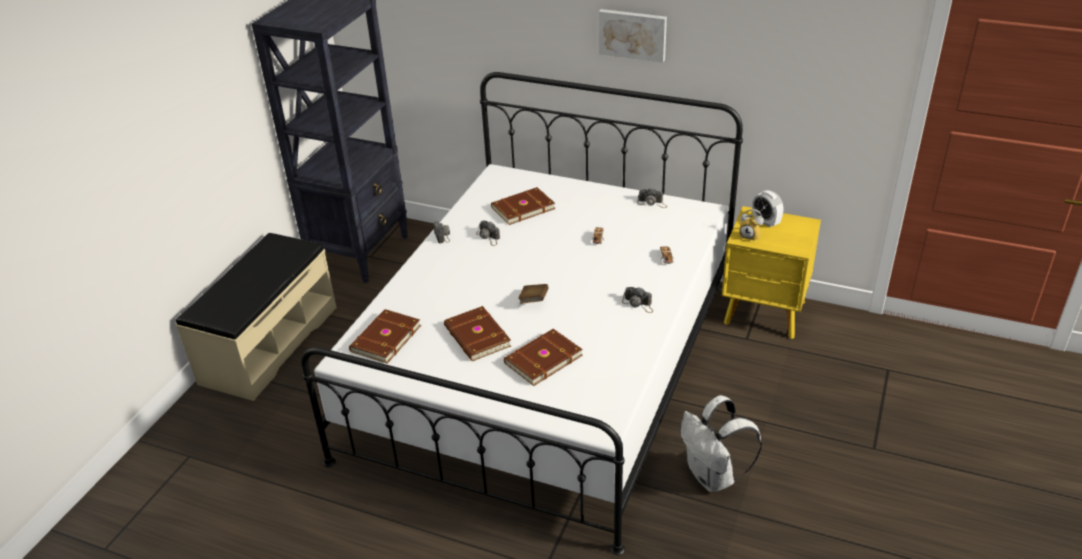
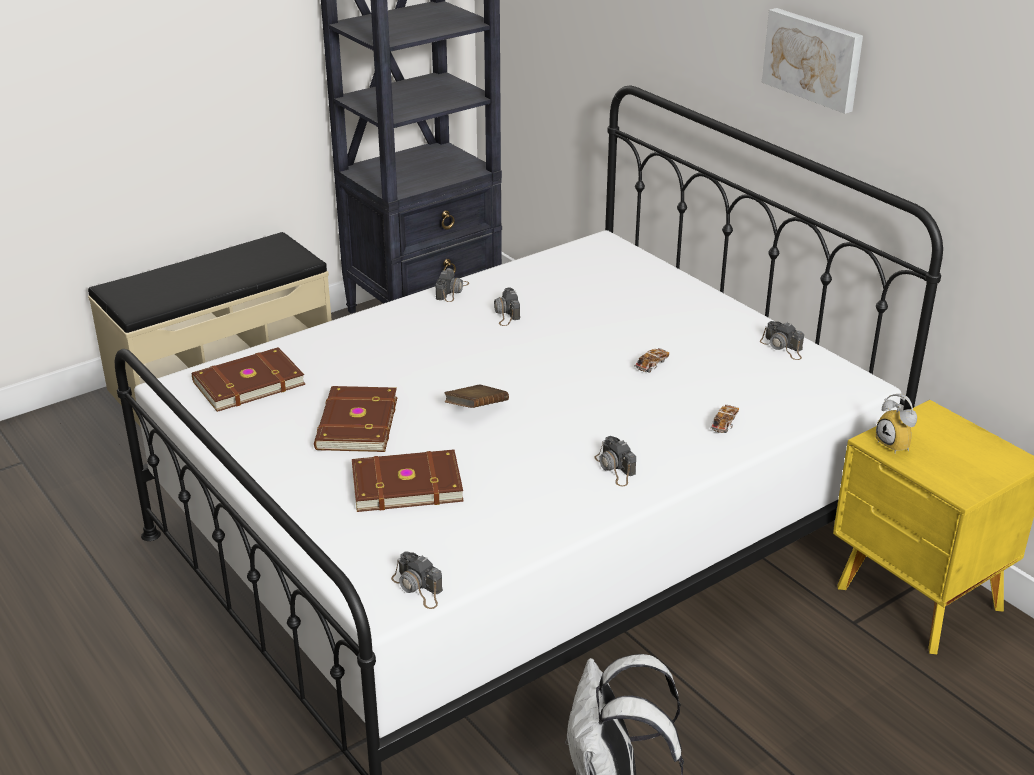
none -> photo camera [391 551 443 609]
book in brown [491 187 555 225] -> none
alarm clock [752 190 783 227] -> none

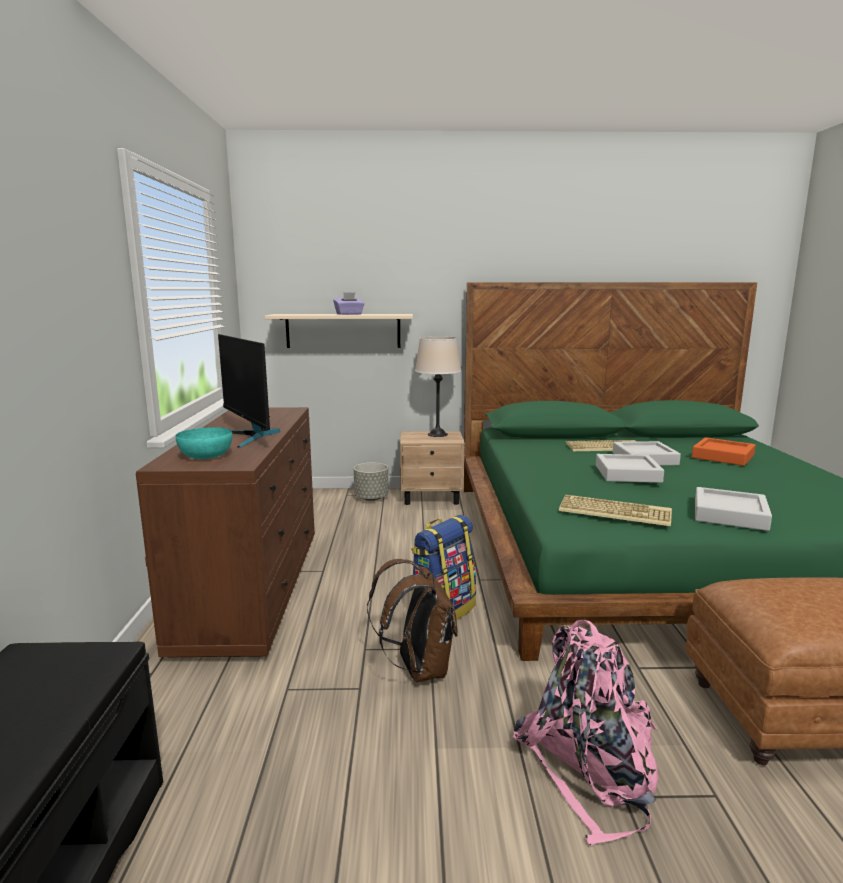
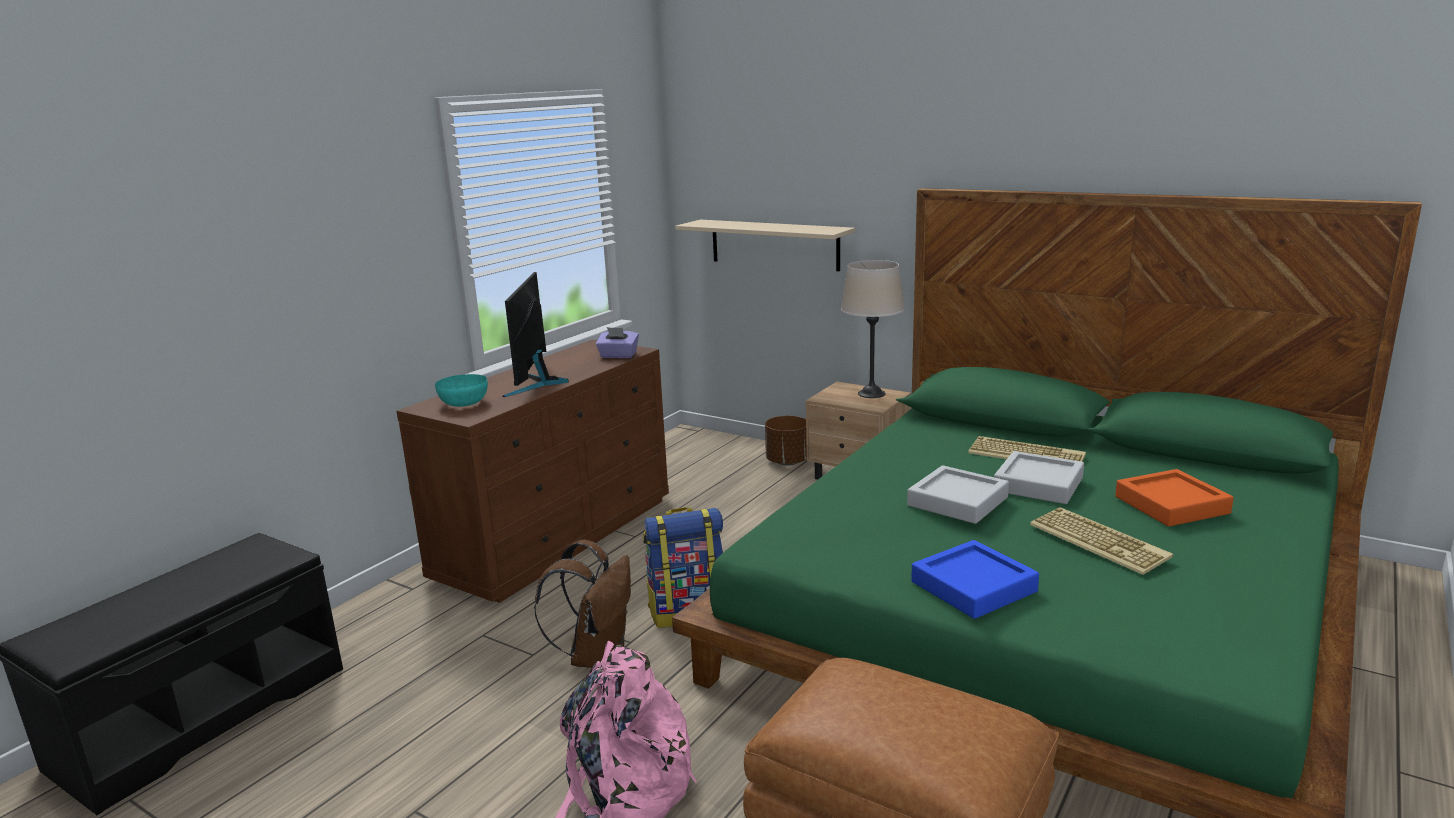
tissue box in purple [333 292 364 315] -> tissue box in purple [596 327 639 358], moved
planter in grey [354 463 389 501] -> planter in brown [765 416 807 465]
tray in grey [695 487 772 531] -> tray in blue [911 540 1039 619]
keyboard [559 495 672 526] -> keyboard [1030 507 1173 575], moved

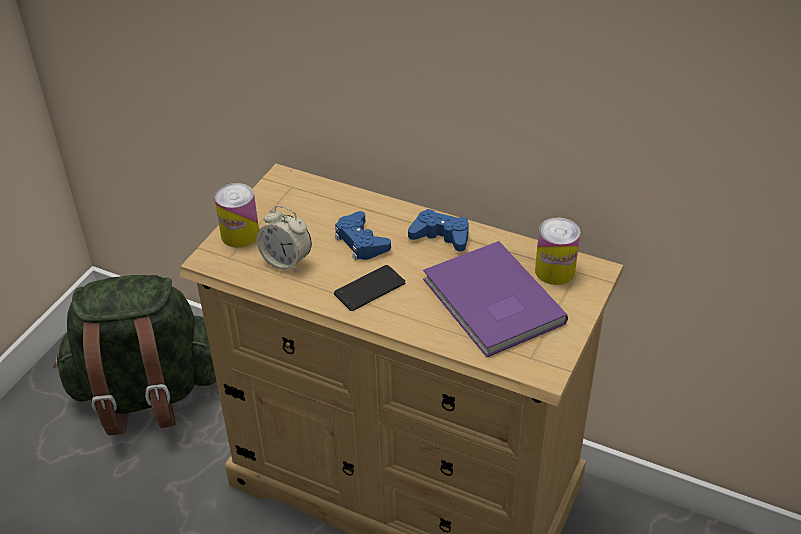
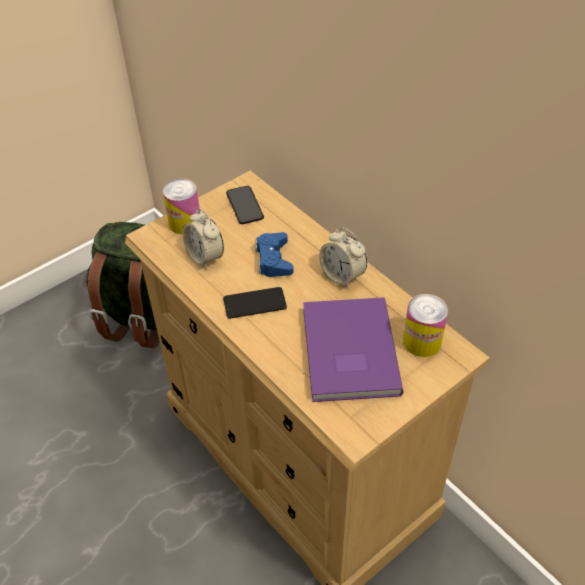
none -> phone [226 186 264 224]
game controller in blue [408 209 469 252] -> alarm clock [319 227 367 288]

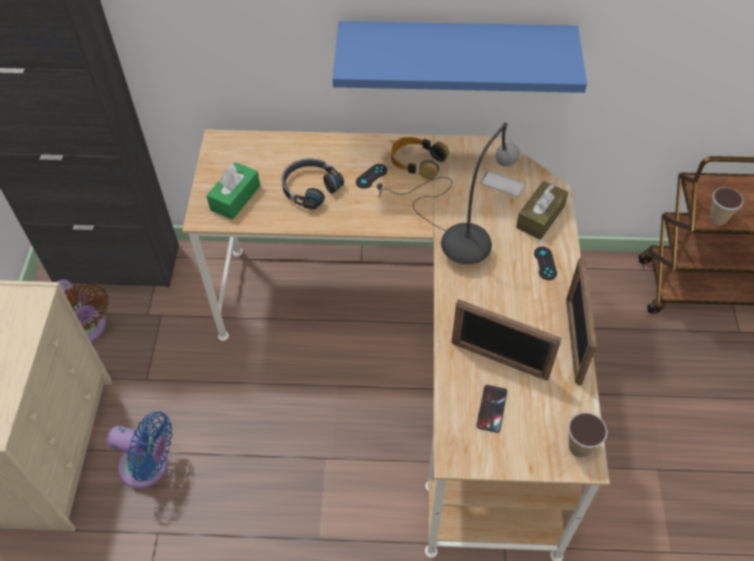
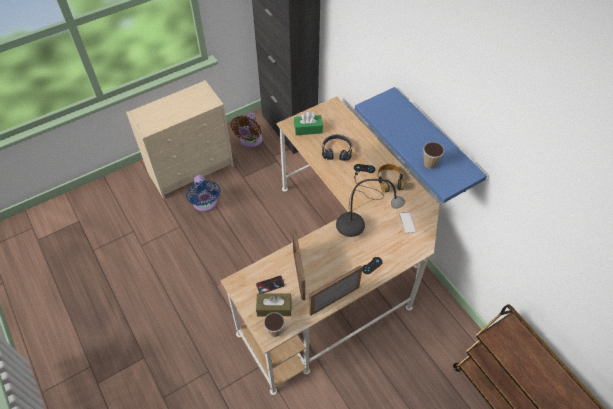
tissue box in brown [516 181 568 240] -> tissue box in brown [256 294 292 316], moved
cup [709 187 743 226] -> cup [423 142 444 169], moved

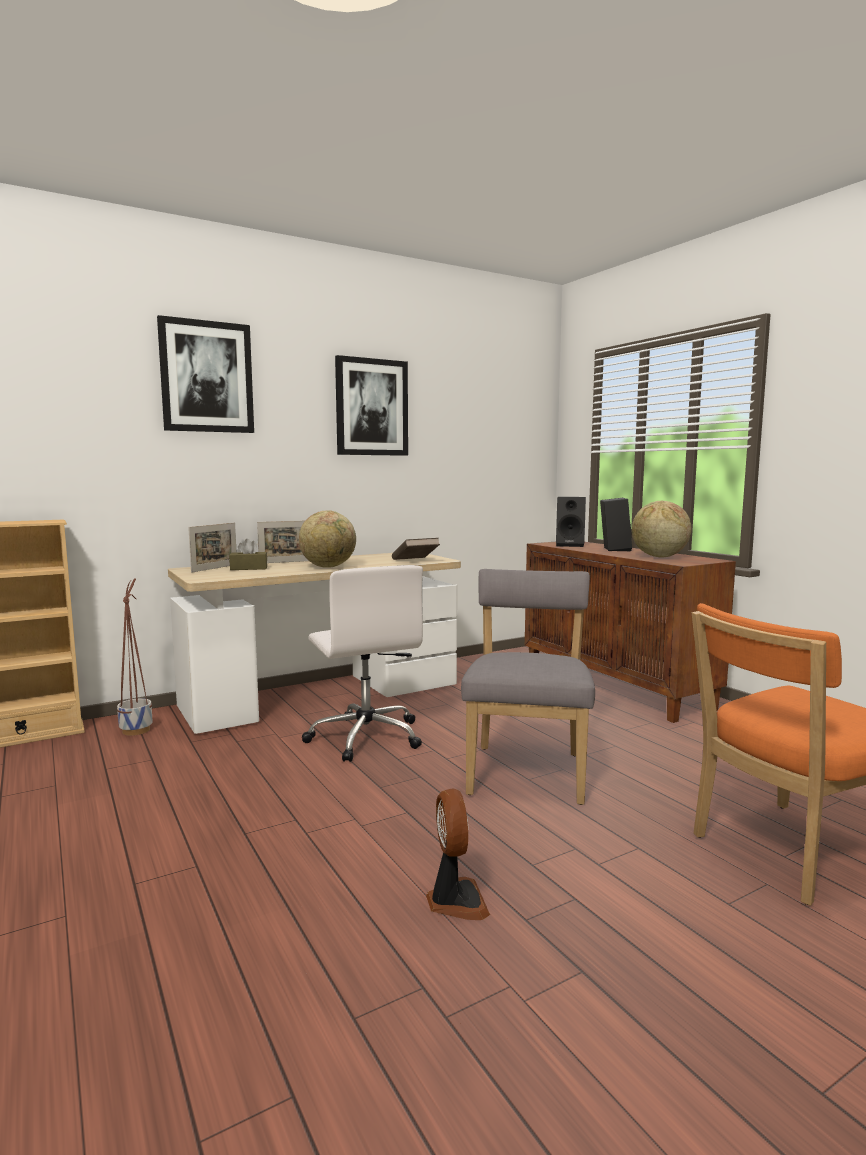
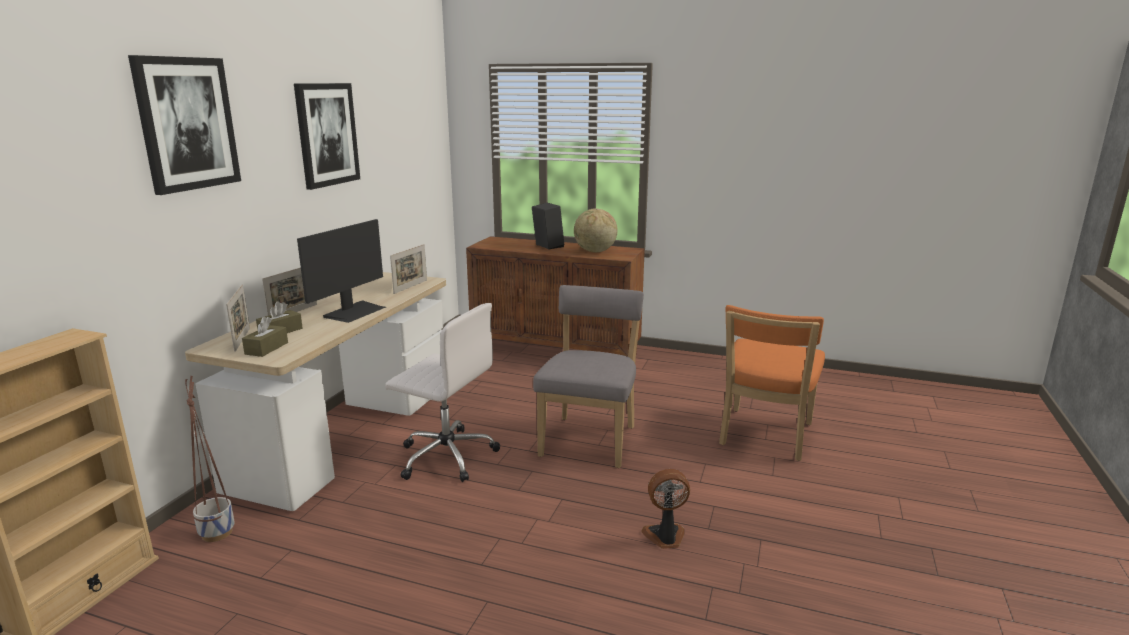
none -> tissue box in brown [242 317 288 357]
globe [299 510 356 568] -> monitor [297 219 386 323]
book in brown [392 538 440 560] -> picture frame [390 244 427 294]
chair in grey [461 569 595 805] -> chair in grey [533 285 644 468], 45 degrees clockwise
fan [426 789 490 920] -> fan [641 469 690 549], 45 degrees counterclockwise
speaker in black [556 497 586 547] -> none

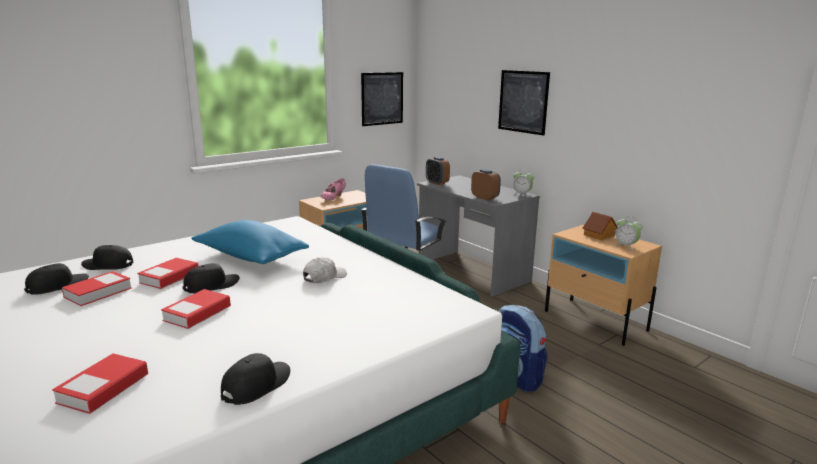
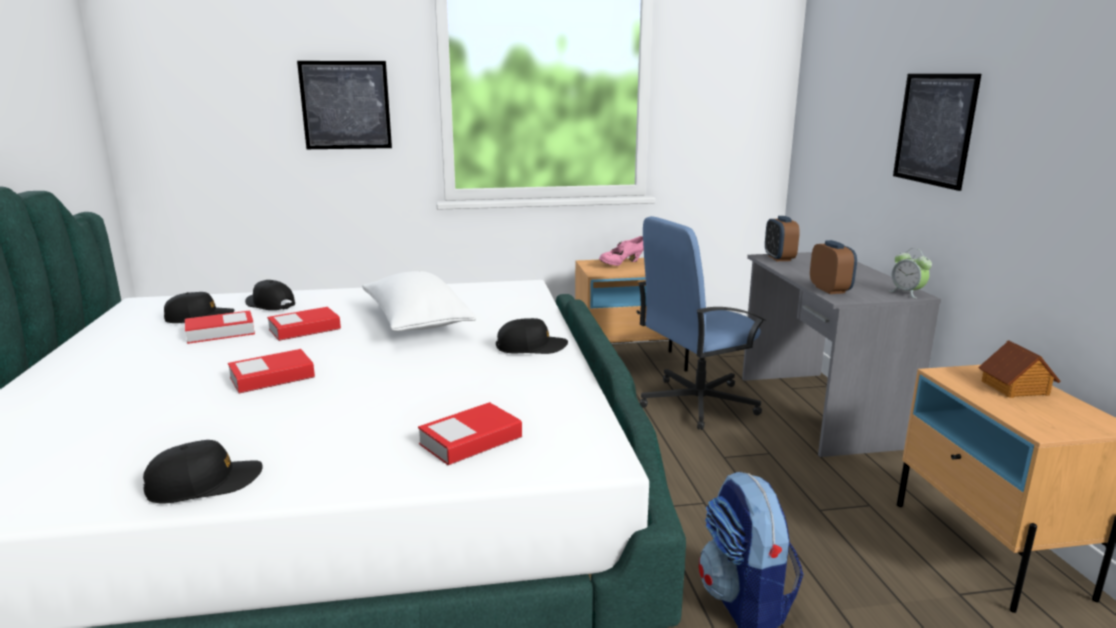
picture [361 72 403 126] -> picture [297 61 392 149], moved
pillow in blue [191 220 309 264] -> pillow in white [362 271 476 331]
book [52 353 148 414] -> book [418 402 522 465], moved
cap in black [182 263 240 293] -> cap in black [496 318 568 354], moved
cap in white [303 257 347 283] -> none
alarm clock [614 216 643 250] -> none

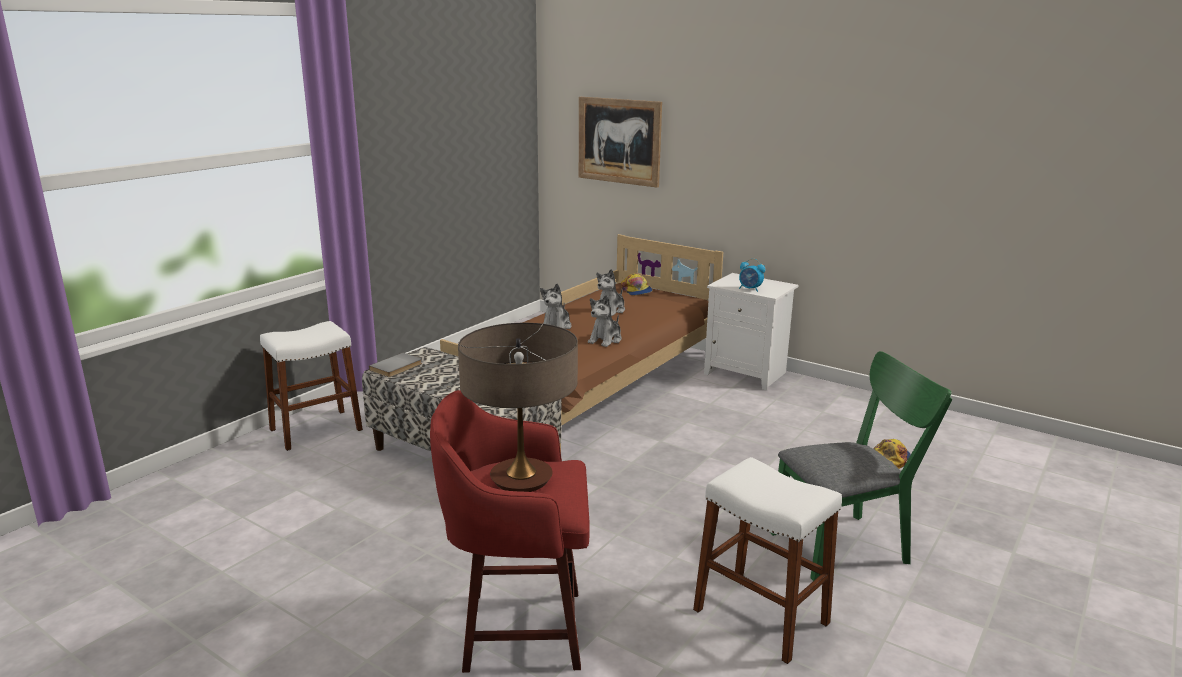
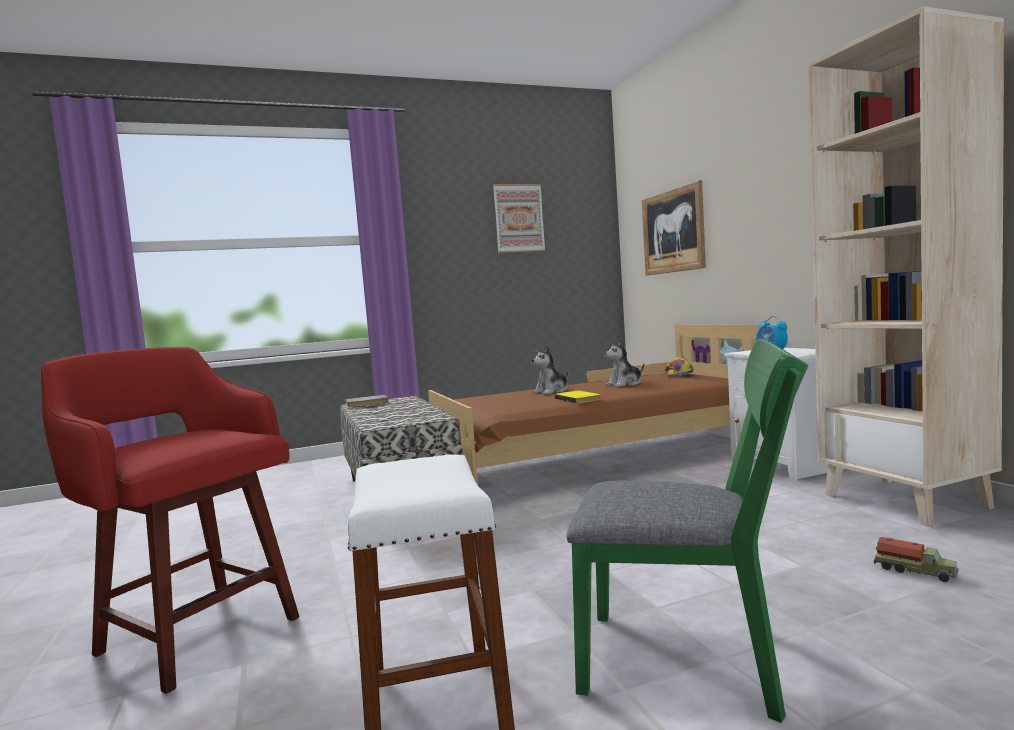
none -> picture [493 184 546 253]
plush toy [588 295 622 347] -> book in yellow [555 391 601 403]
none -> bookcase in beige [808 6 1004 527]
cap [874 439 911 469] -> toy truck [874 537 959 582]
stool in white [260 321 363 451] -> none
table lamp [458 323 578 492] -> none

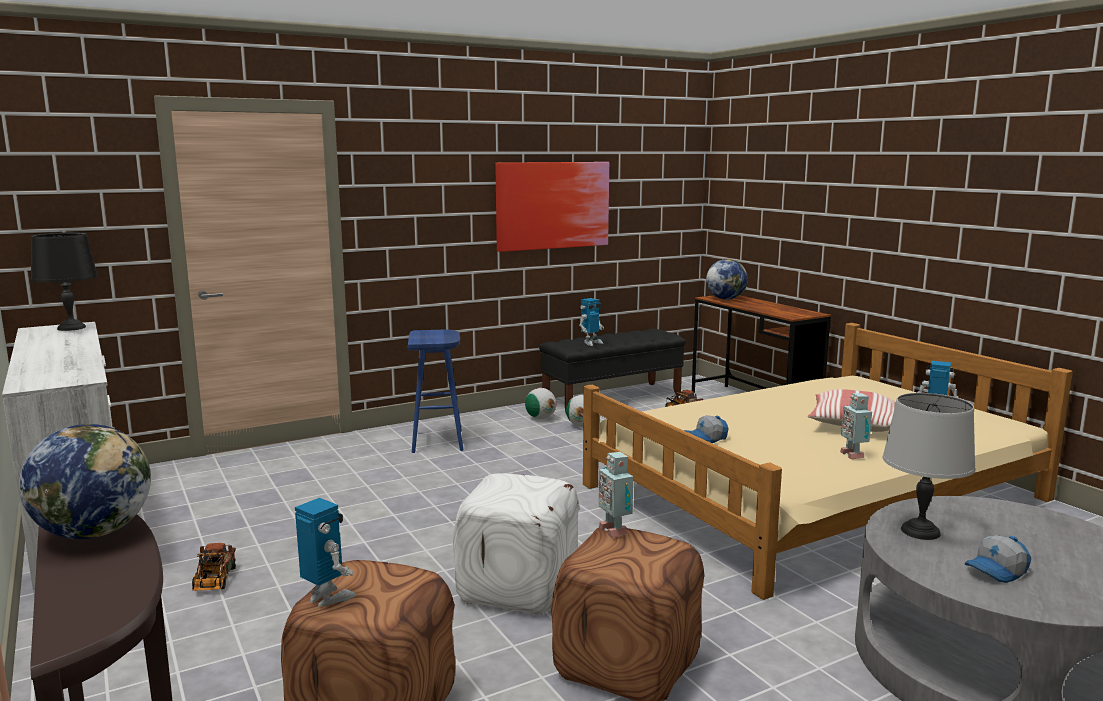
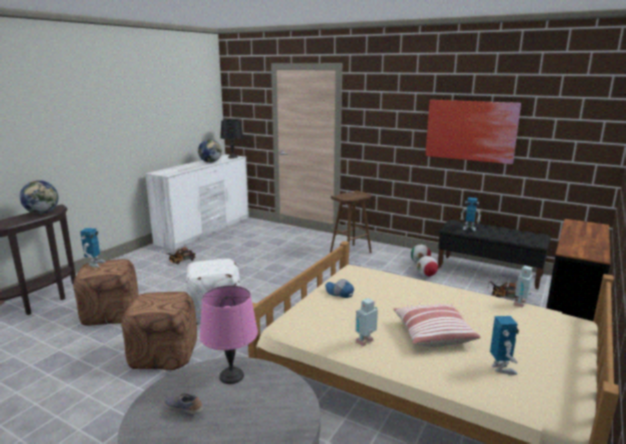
cap [965 535 1031 583] -> shoe [163 393 203 414]
globe [706 259 748 300] -> globe [198 139 222 163], moved
table lamp in grey [883 393 976 540] -> table lamp in pink [200 285 258 384]
stool in blue [408 330 463 453] -> stool in brown [330 190 372 253]
toy robot [598 452 633 538] -> toy robot [513 265 533 308], moved

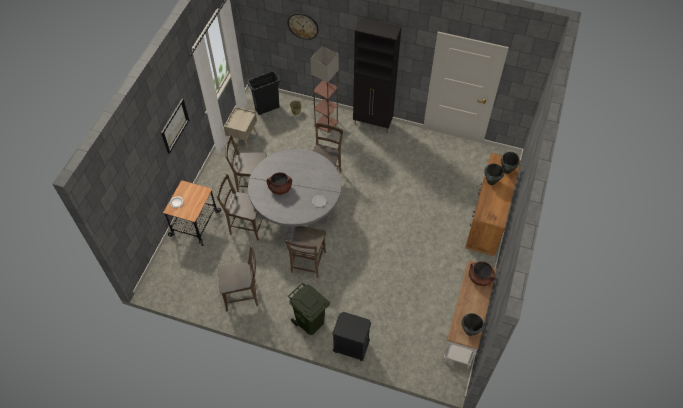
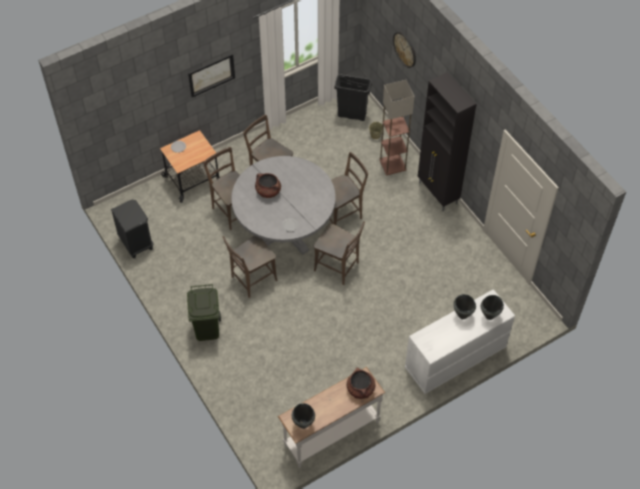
nightstand in black [332 312 371 361] -> nightstand in black [111 200 153 258], moved
chair in brown [218 246 258 312] -> chair in brown [314 221 365 285], moved
dresser in brown [465 153 521 256] -> dresser in white [405 289 515 394]
nightstand in beige [224 107 257 148] -> none

